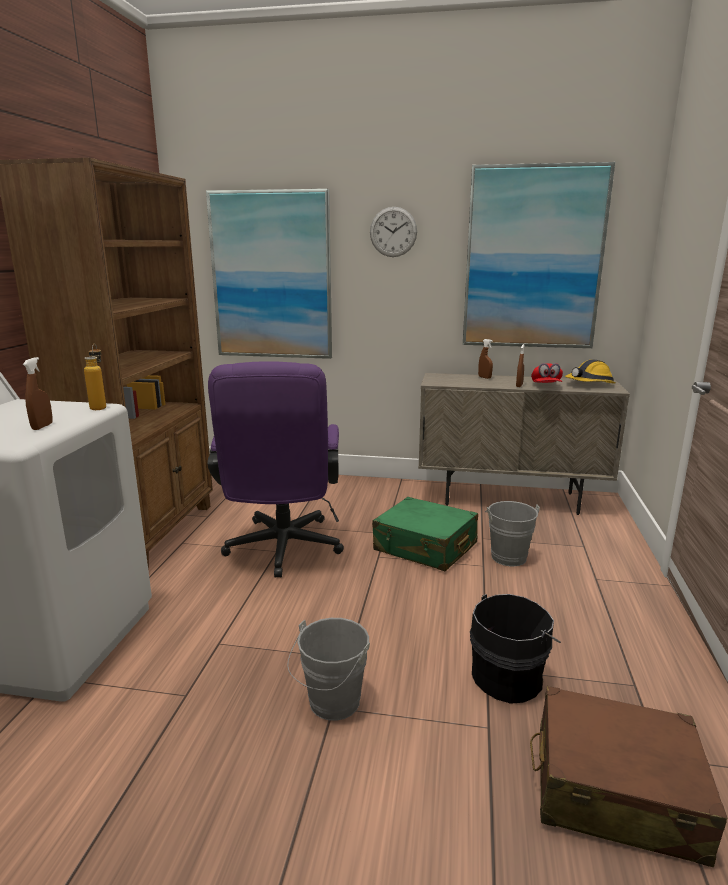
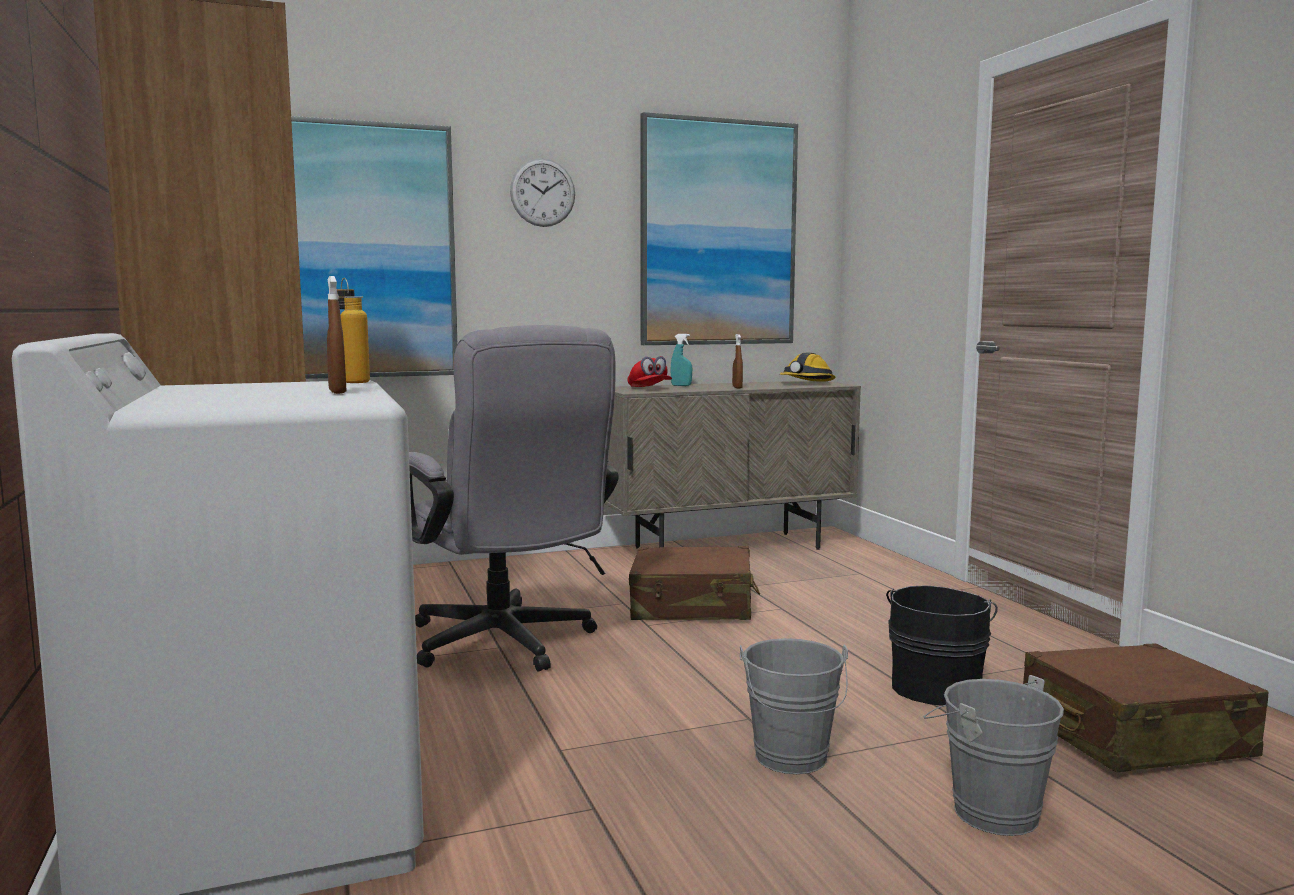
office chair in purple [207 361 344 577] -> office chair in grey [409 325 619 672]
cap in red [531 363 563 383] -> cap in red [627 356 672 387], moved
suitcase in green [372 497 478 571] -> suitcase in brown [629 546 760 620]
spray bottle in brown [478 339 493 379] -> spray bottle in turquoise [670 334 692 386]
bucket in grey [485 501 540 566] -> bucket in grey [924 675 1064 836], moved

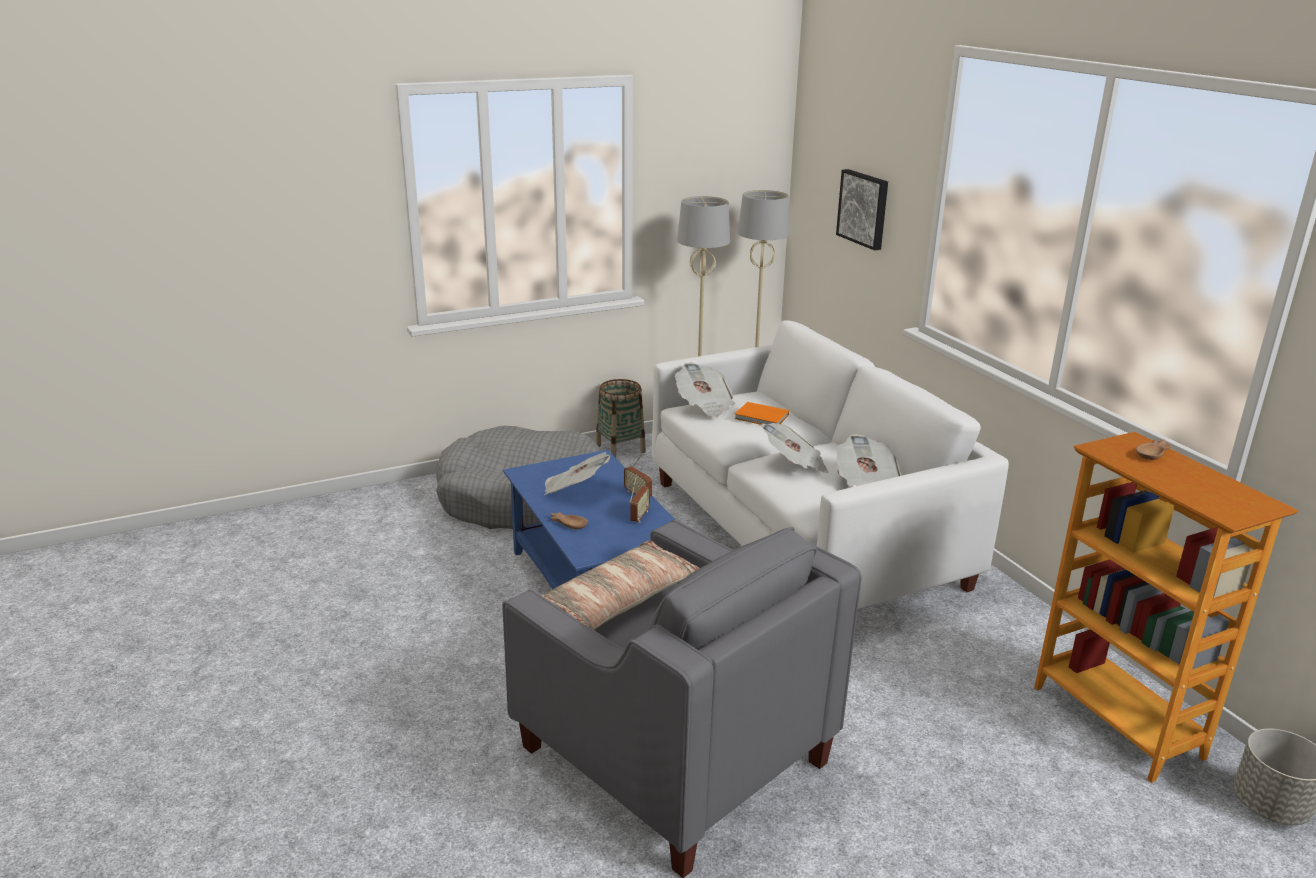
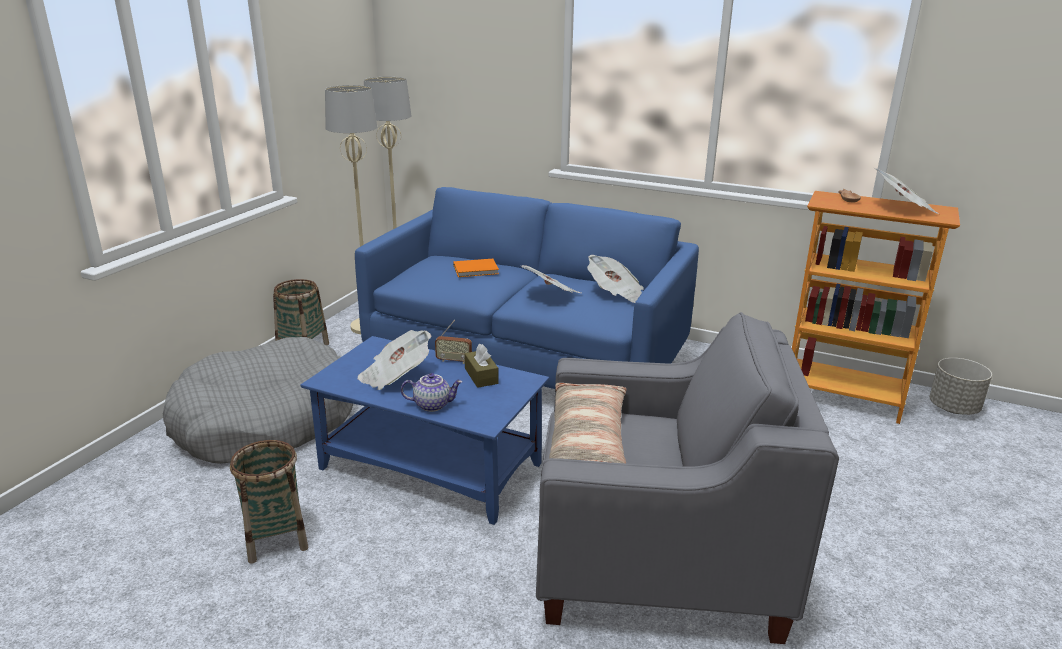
none -> basket [230 440 308 563]
sofa in white [652 320 1009 609] -> sofa in blue [355 187 699 389]
bowl in brown [550 512 588 529] -> teapot [401 373 463 412]
radio [630 474 650 523] -> tissue box in brown [464 344 498 388]
newspaper [675 362 735 418] -> newspaper [874 168 939 214], moved
picture [836 169 888 250] -> none

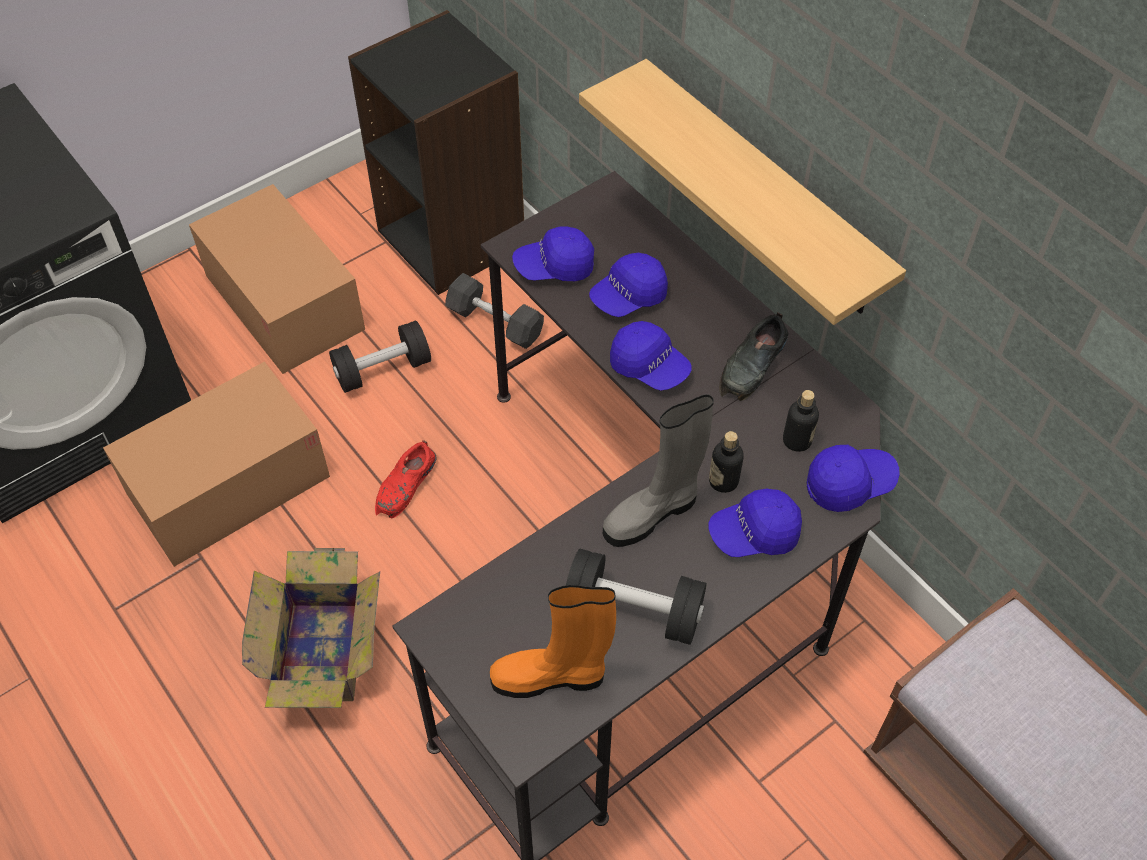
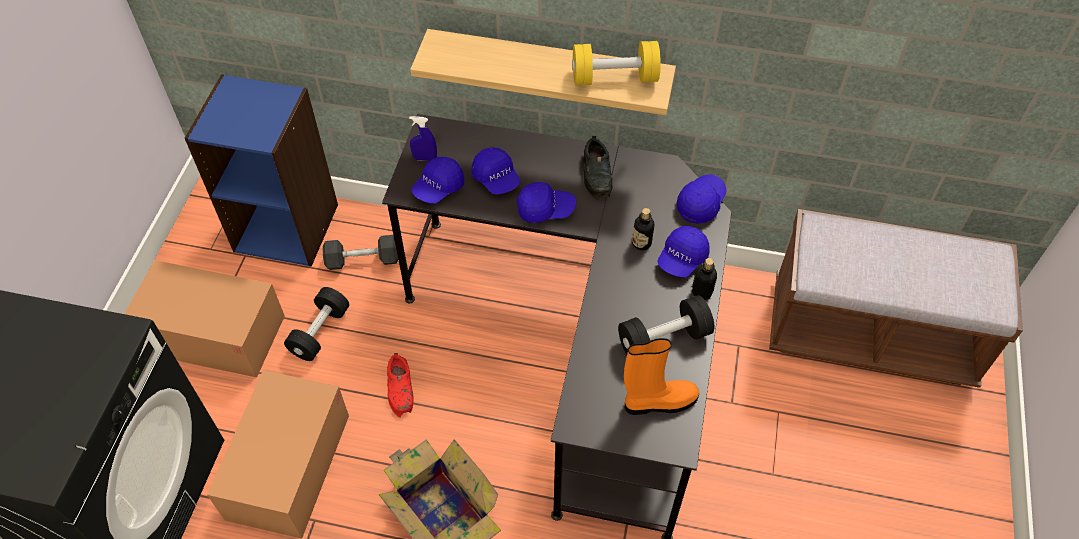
bookcase in black [348 10 524 295] -> bookcase in blue [185 74 338 267]
none -> spray bottle in blue [409 116 437 161]
cap in blue [589 253 668 317] -> cap in blue [471 147 521 194], 45 degrees counterclockwise
none -> dumbbell in yellow [572 41 661 85]
boot in orange [490 585 616 698] -> boot in orange [624 338 699 415], 150 degrees counterclockwise
bottle [783 390 819 452] -> bottle [692 258 717 300], moved
boot in grey [603 394 714 547] -> none

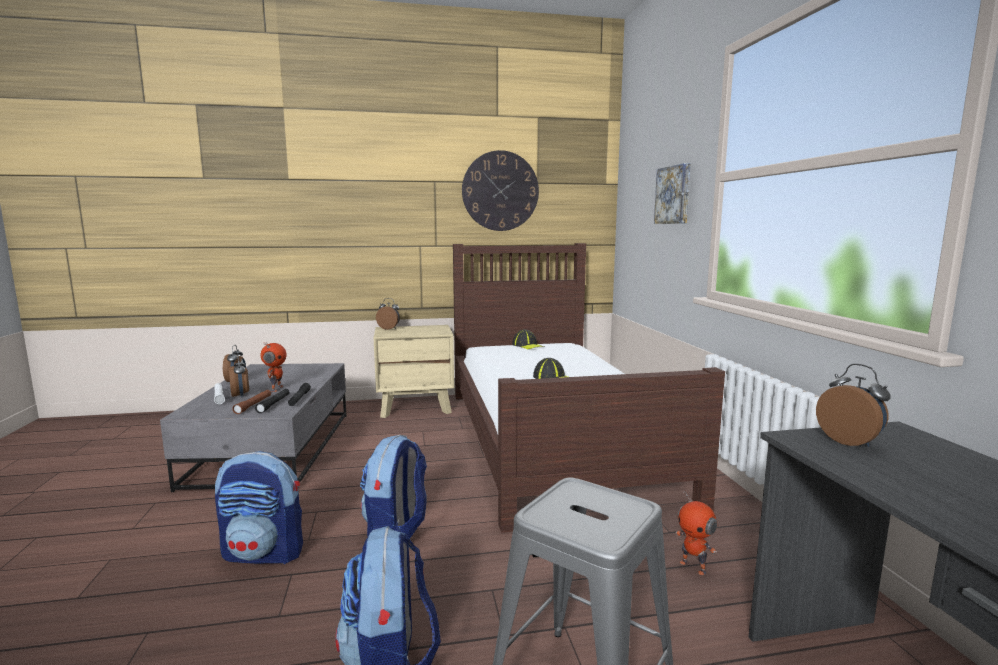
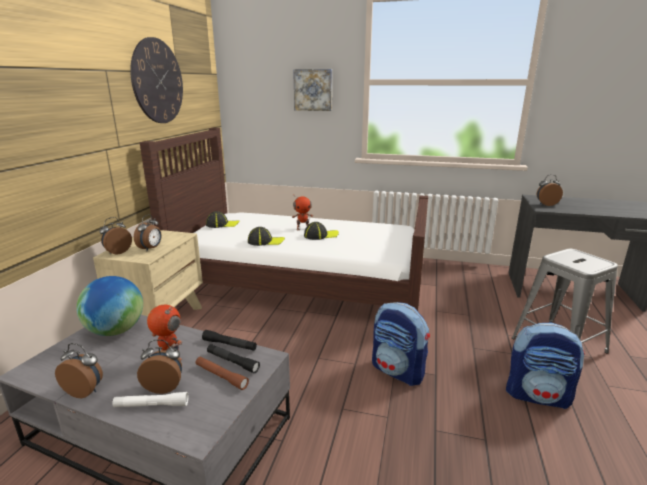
none -> globe [76 276 143 336]
none -> alarm clock [134 214 162 251]
none -> cap [248 227 285 246]
toy robot [676 490 717 575] -> toy robot [292 196 313 230], moved
backpack [215 451 303 564] -> none

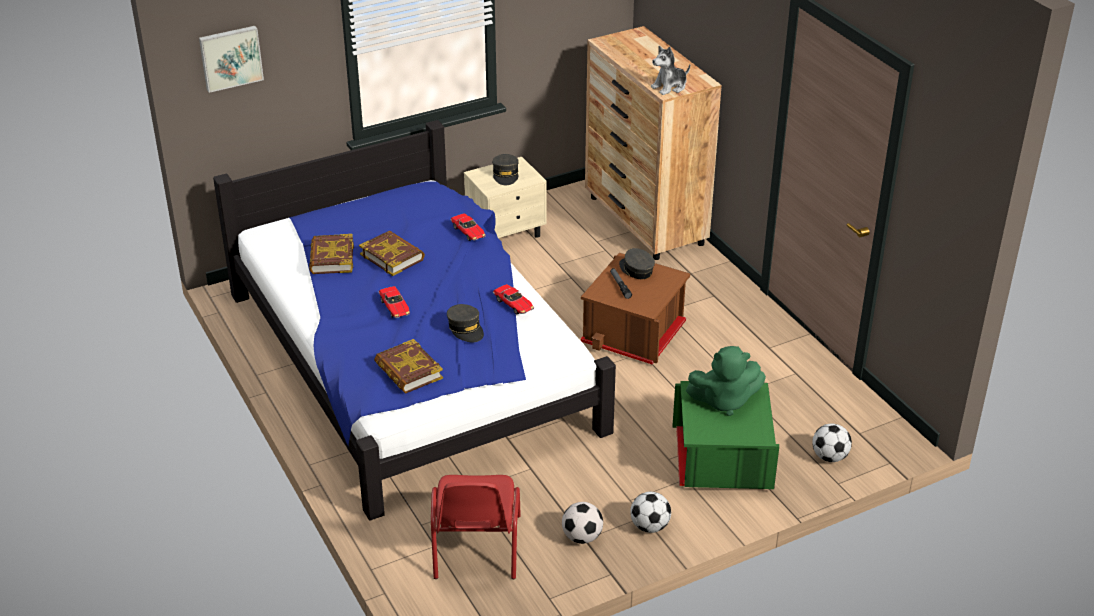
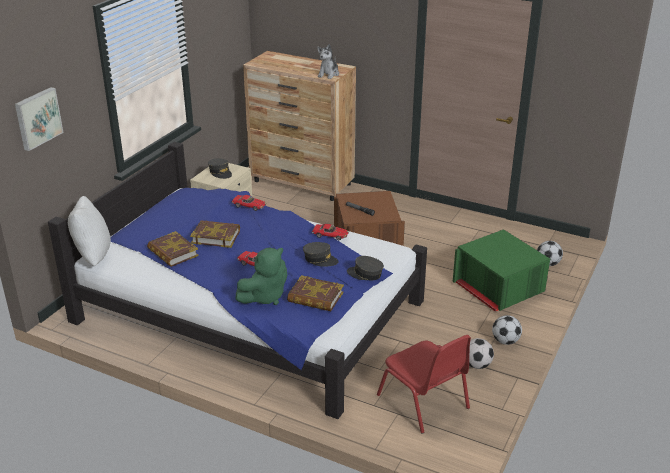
none -> pillow in white [68 196 111 266]
plush toy in green [686 346 766 416] -> plush toy in green [235 247 287 305], moved
cap in grey [619 248 655 279] -> cap in grey [347 256 384 280], moved

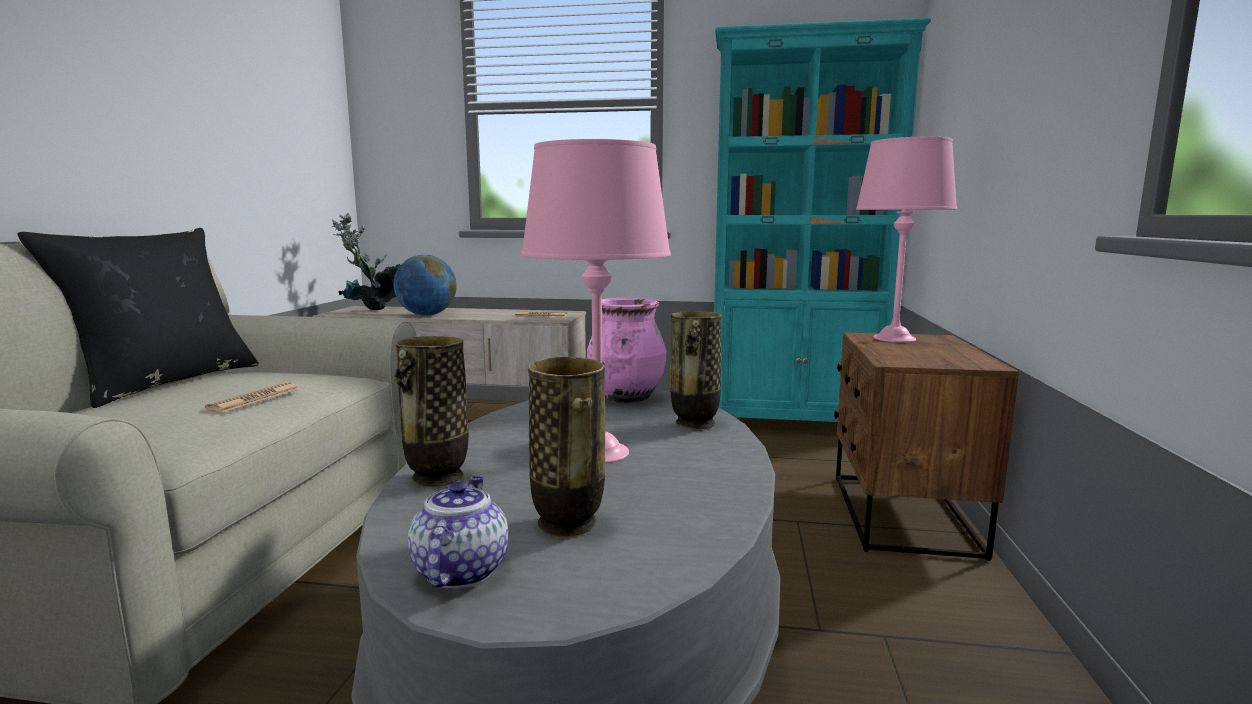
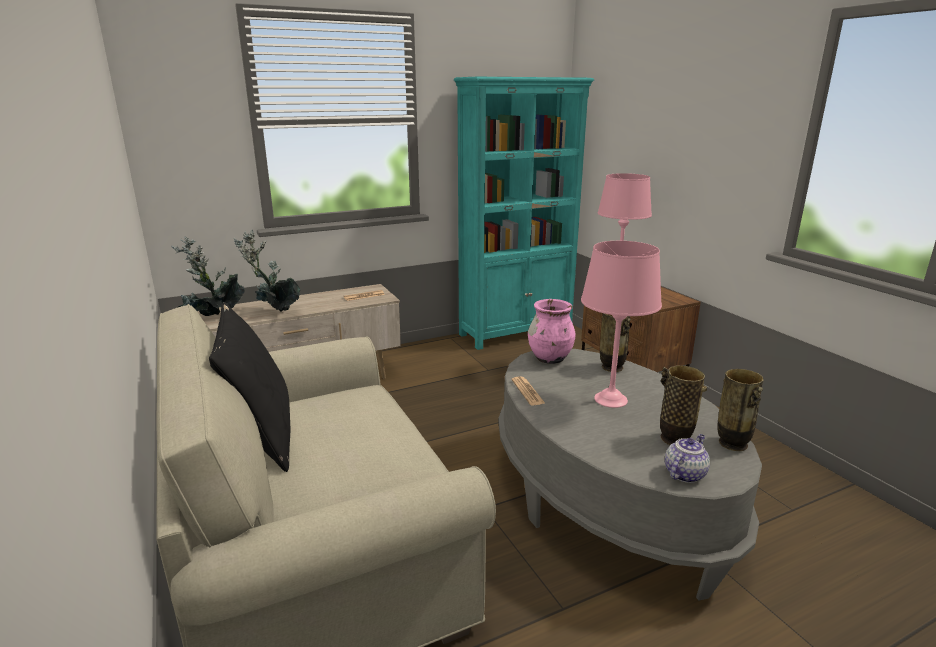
globe [393 255 457 316] -> potted plant [234 230 300 311]
newspaper [205 382 300 412] -> newspaper [511 376 546 406], moved
teapot [408 476 508 588] -> teapot [665 434 710 483], 75 degrees clockwise
vase [394 336 469 487] -> vase [718 369 764 451], moved

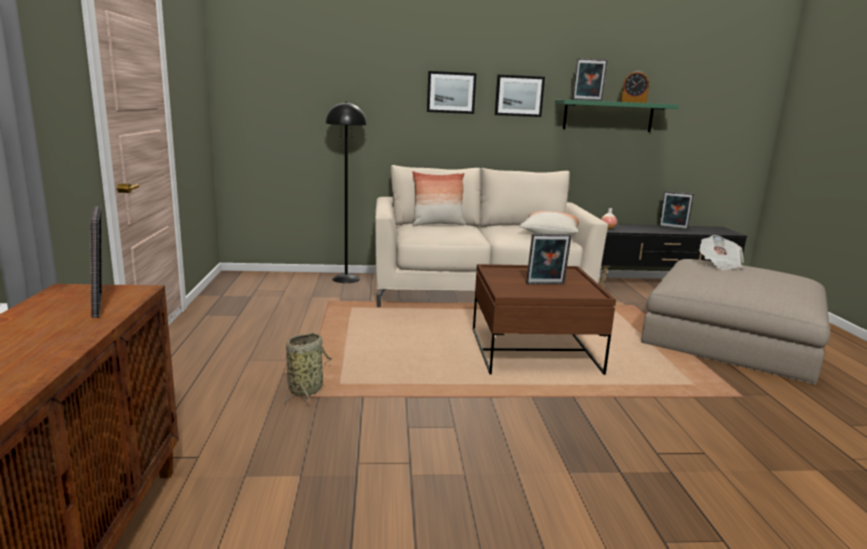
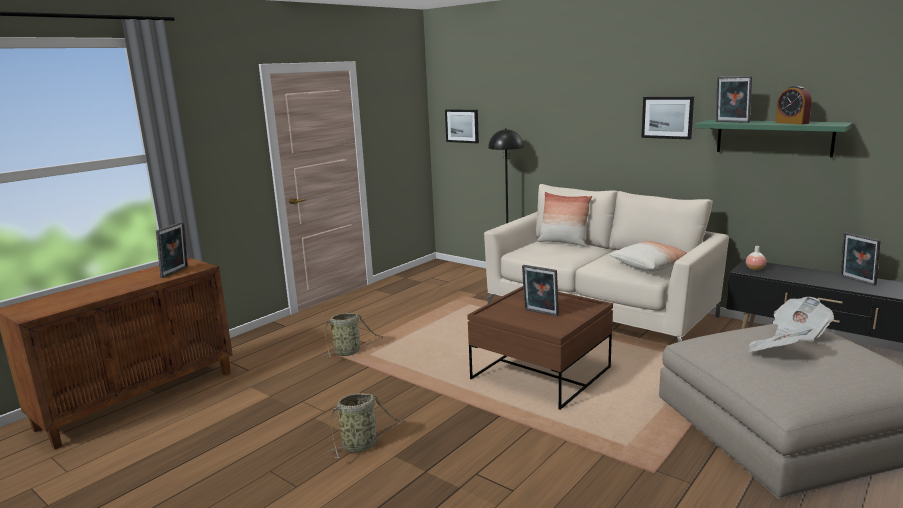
none -> basket [325 393 405 458]
picture [427 71 477 114] -> picture [445 109 479 143], moved
none -> newspaper [749 327 814 352]

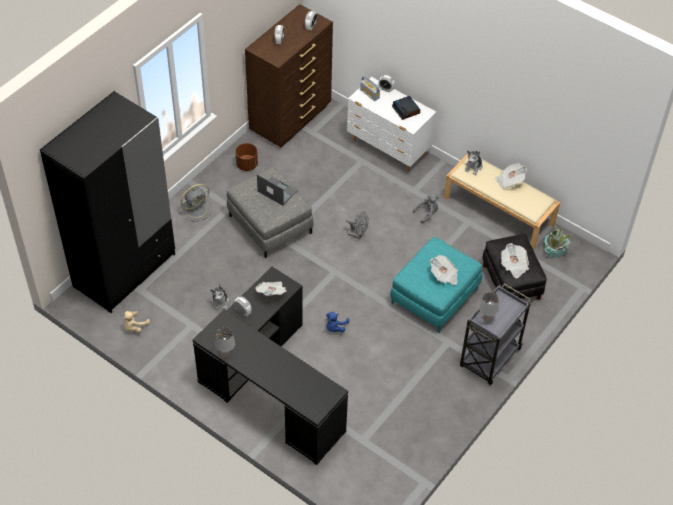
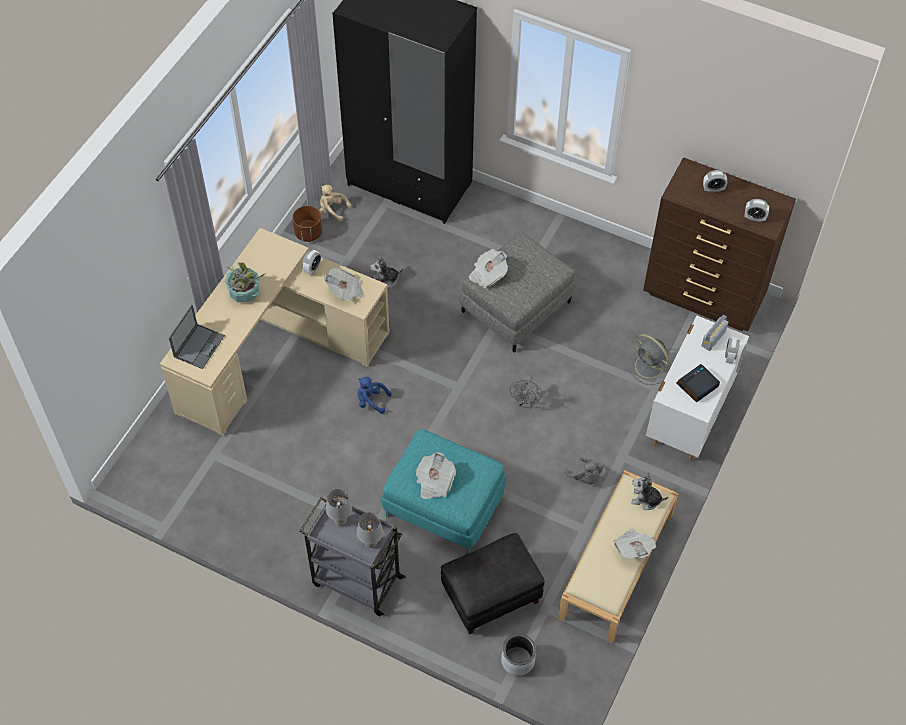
desk in black [193 267 348 465] -> desk in beige [160 228 390 436]
laptop [257 174 298 206] -> laptop [169 305 225 369], moved
potted plant [544 224 572 258] -> potted plant [224 262 267 303], moved
planter in brown [235 143 258 171] -> planter in brown [292 206 322 242], moved
table lamp in grey [215 327 235 358] -> table lamp in grey [357 512 383 548], moved
newspaper [501 243 529 278] -> newspaper [469 249 508 288], moved
none -> planter in grey [501 634 536 676]
fan in grey [179 184 213 222] -> fan in grey [628 334 671 385], moved

